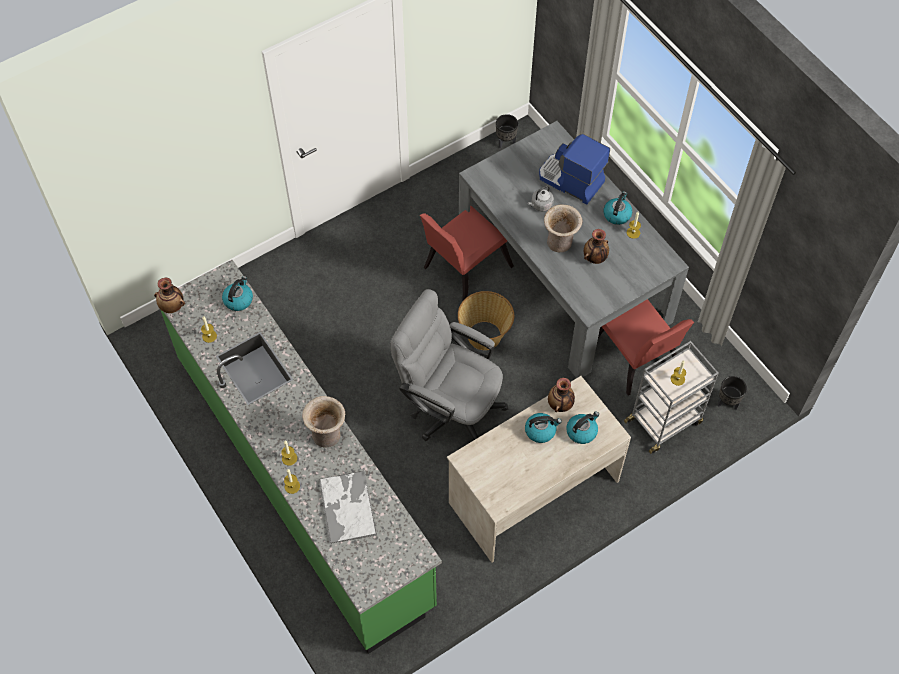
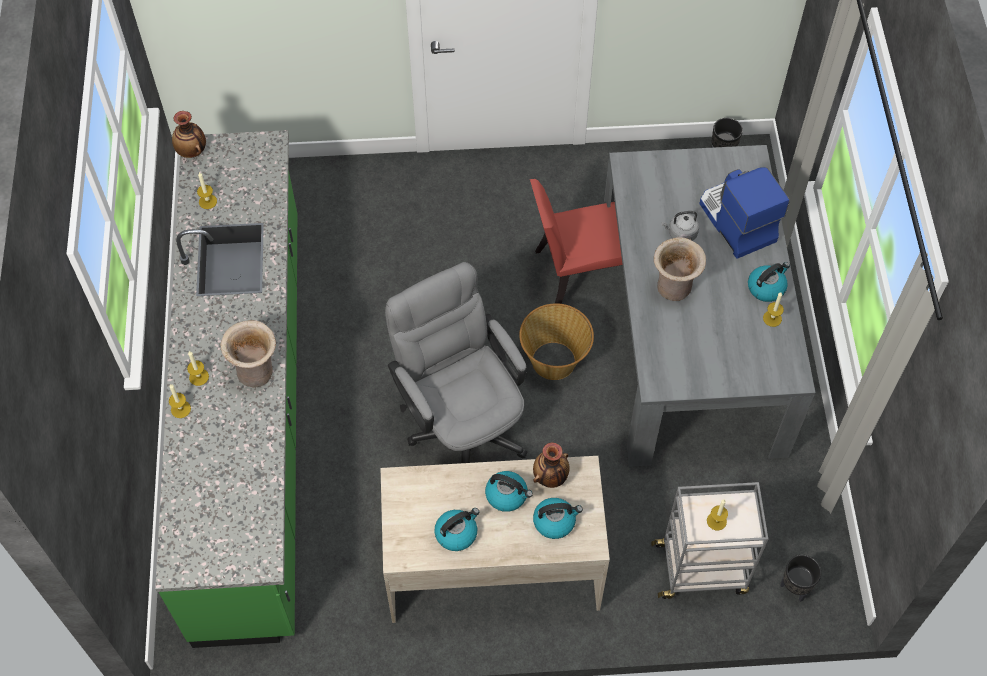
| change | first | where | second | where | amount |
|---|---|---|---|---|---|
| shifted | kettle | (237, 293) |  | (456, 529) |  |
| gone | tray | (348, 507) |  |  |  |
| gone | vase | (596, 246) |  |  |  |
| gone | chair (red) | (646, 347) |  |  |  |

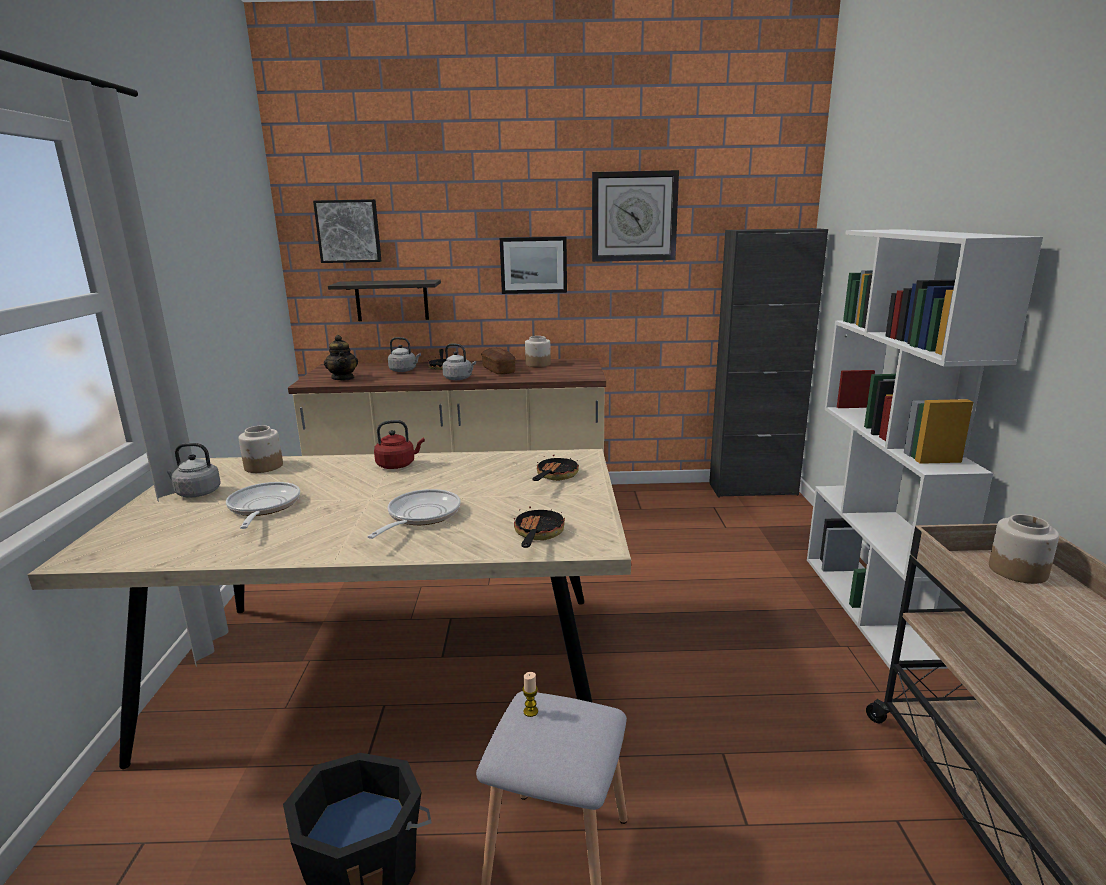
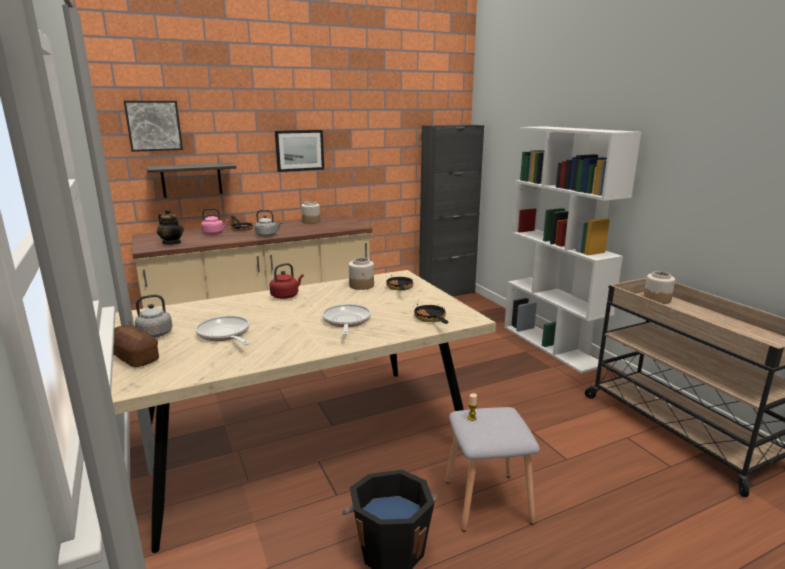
| change | first | where | second | where | amount |
|---|---|---|---|---|---|
| shifted | bread | (498, 361) |  | (136, 346) |  |
| repainted | kettle (grey) | (404, 354) | kettle (pink) | (215, 221) |  |
| shifted | jar | (261, 449) |  | (361, 273) |  |
| gone | wall clock | (635, 216) |  |  |  |

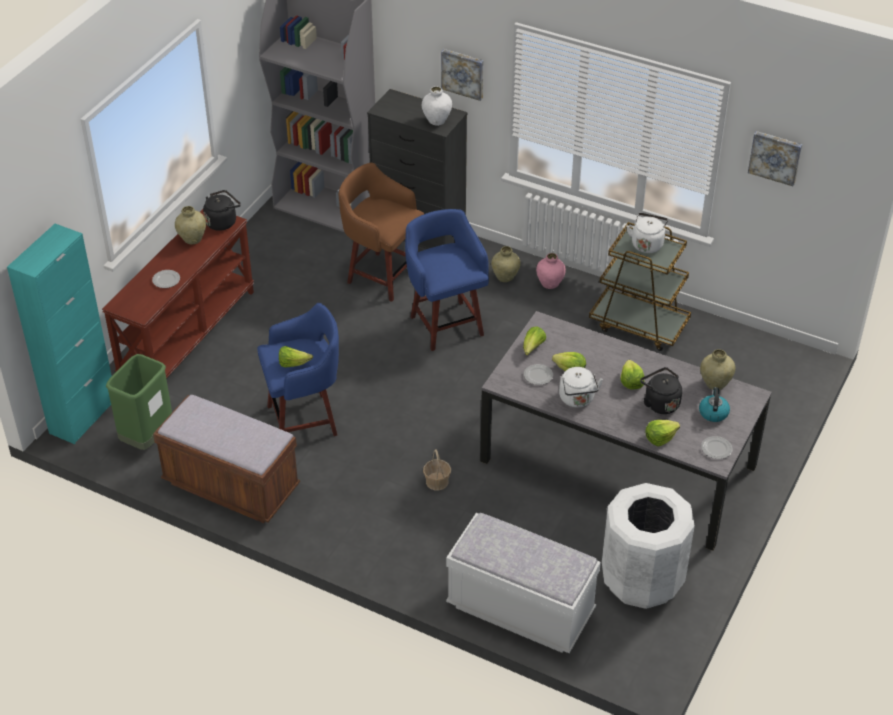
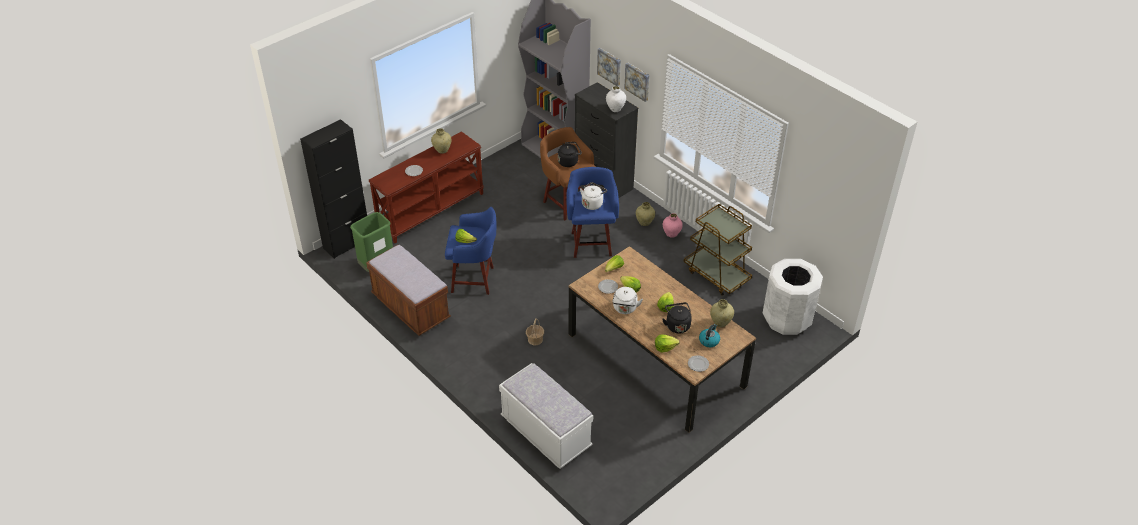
| change | first | where | second | where | amount |
|---|---|---|---|---|---|
| repainted | cabinet (turquoise) | (59, 334) | cabinet (black) | (333, 189) |  |
| shifted | kettle (black) | (222, 210) |  | (570, 154) |  |
| repainted | dining table (grey) | (626, 431) | dining table (brown) | (662, 339) |  |
| shifted | kettle (white) | (647, 233) |  | (593, 196) |  |
| shifted | picture | (775, 158) |  | (609, 67) |  |
| shifted | trash can (white) | (648, 546) |  | (792, 297) |  |

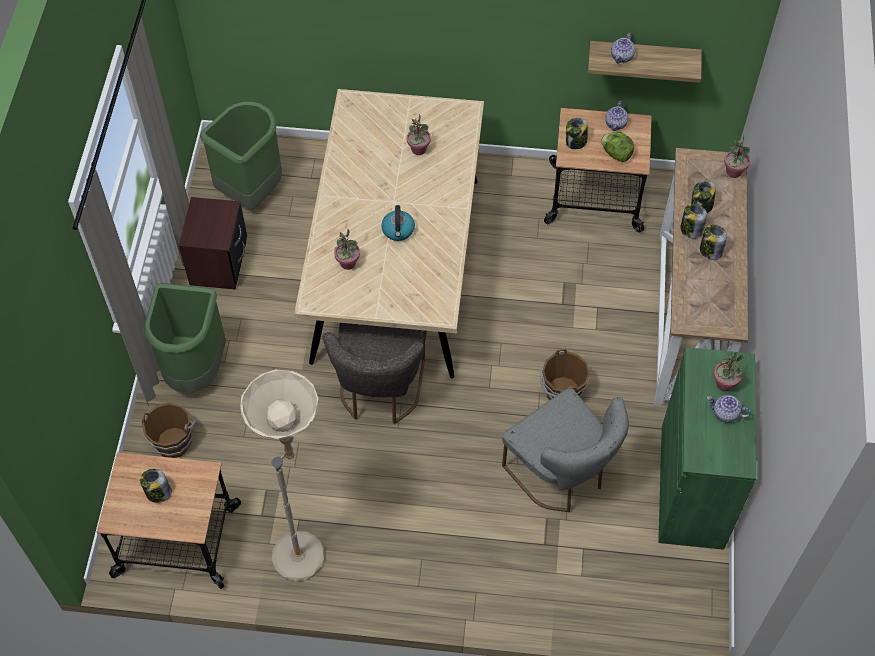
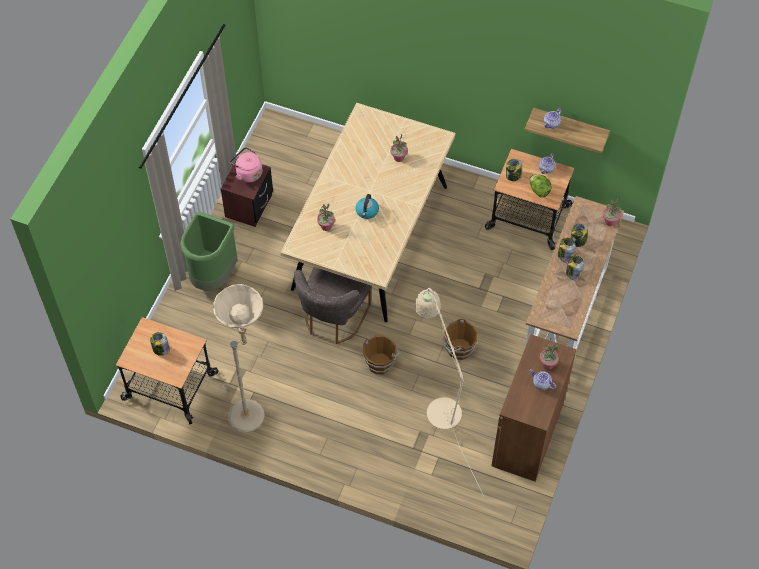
| change | first | where | second | where | amount |
|---|---|---|---|---|---|
| new |  |  | kettle (pink) | (246, 164) |  |
| shifted | bucket (brown) | (169, 430) |  | (381, 354) |  |
| swapped | chair (grey) | (565, 450) | floor lamp (beige) | (449, 392) |  |
| repainted | cabinet (green) | (707, 448) | cabinet (brown) | (533, 408) |  |
| gone | trash can (green) | (241, 155) |  |  |  |

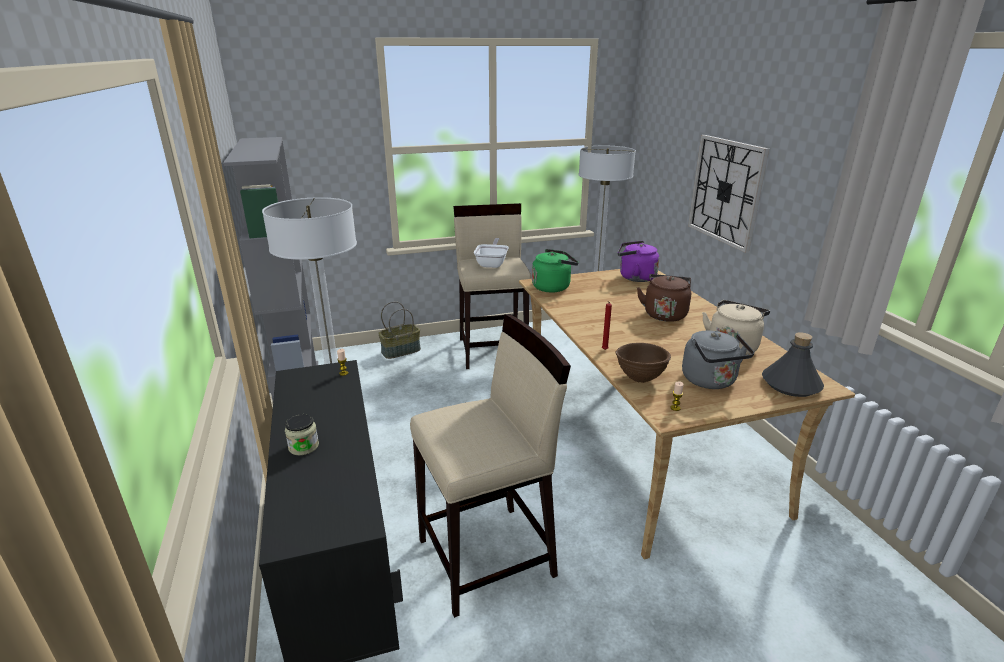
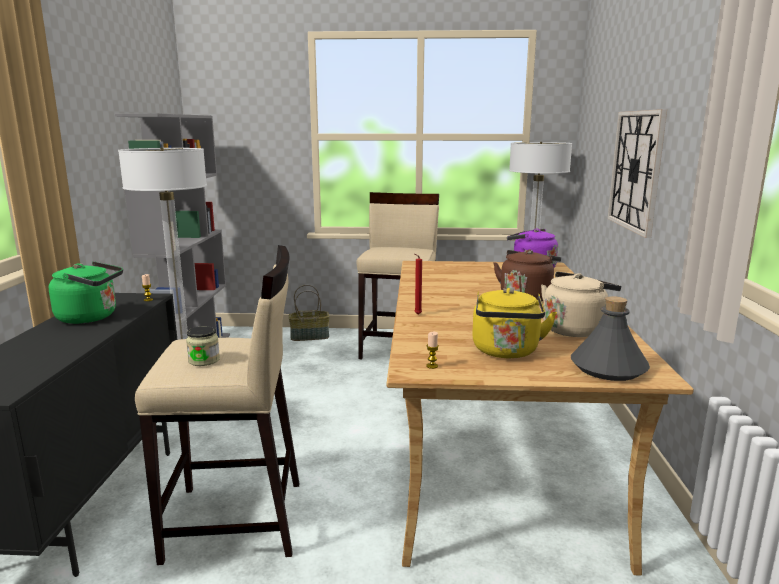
| change | first | where | second | where | amount |
|---|---|---|---|---|---|
| shifted | kettle (green) | (555, 271) |  | (86, 292) |  |
| shifted | jar | (302, 435) |  | (203, 346) |  |
| repainted | kettle (grey) | (718, 360) | kettle (yellow) | (514, 323) |  |
| gone | frying pan | (491, 253) |  |  |  |
| gone | bowl (brown) | (643, 363) |  |  |  |

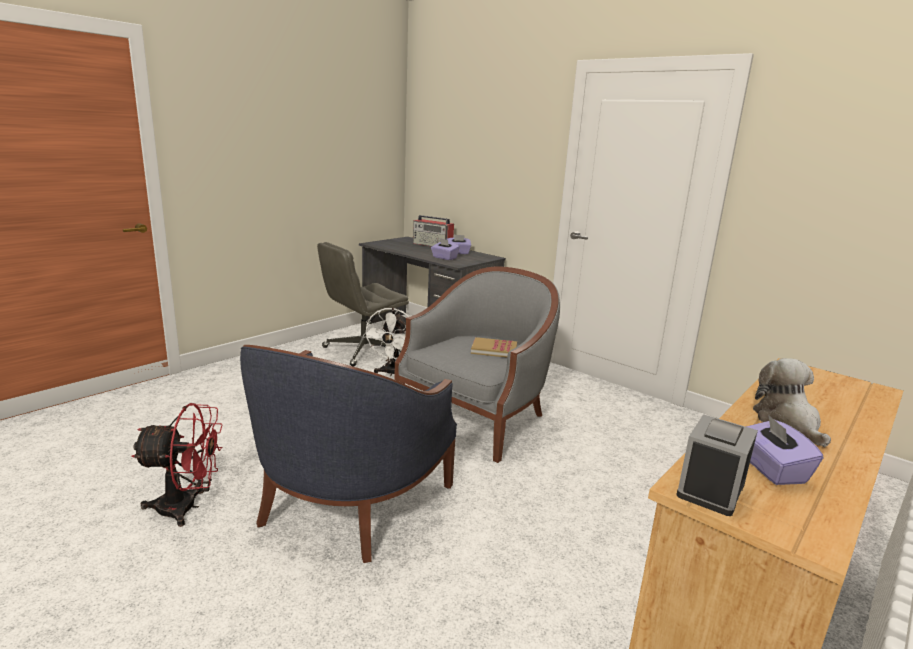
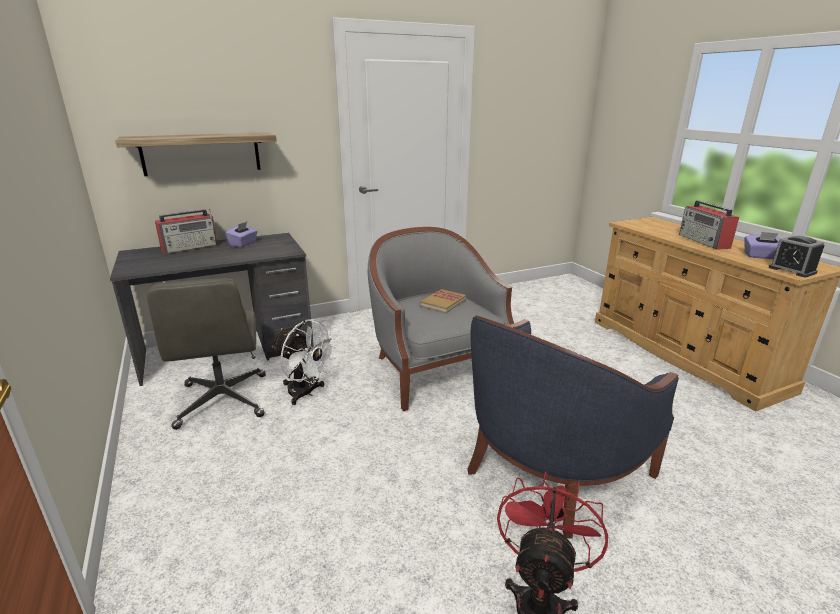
| change | first | where | second | where | amount |
|---|---|---|---|---|---|
| new |  |  | shelf | (196, 154) |  |
| rotated | armchair (blue) | (348, 454) |  | (573, 427) | 90 degrees clockwise |
| swapped | plush toy | (792, 402) | radio | (709, 225) |  |
| gone | tissue box (purple) | (445, 249) |  |  |  |

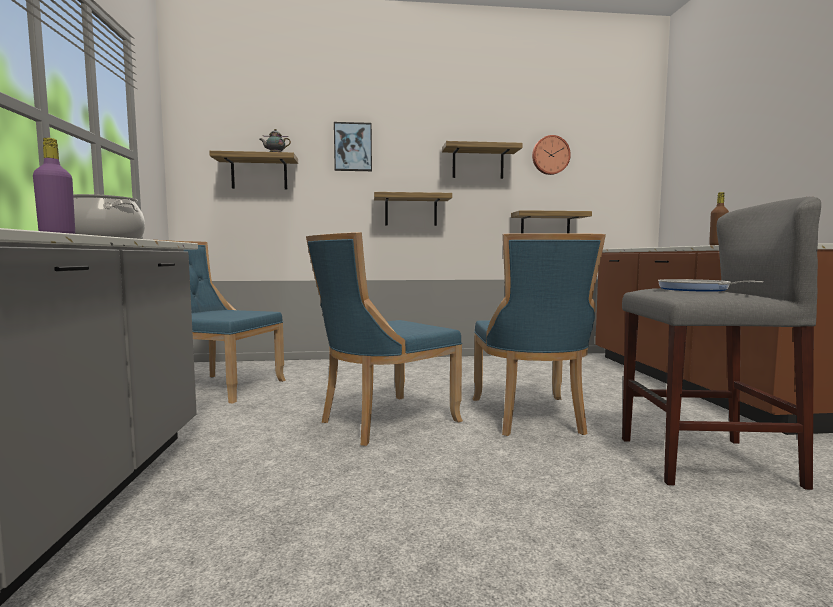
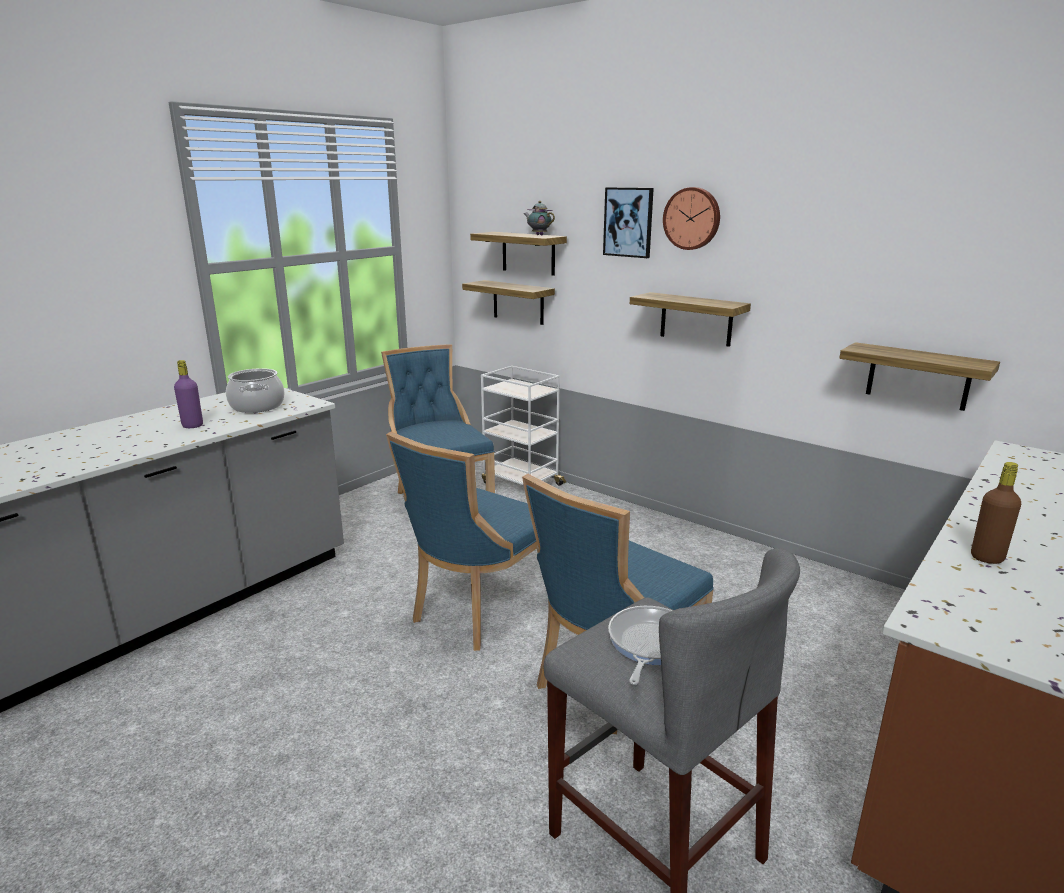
| change | first | where | second | where | amount |
|---|---|---|---|---|---|
| rotated | chair (blue) | (384, 339) |  | (461, 541) | 60 degrees counterclockwise |
| shifted | shelf | (482, 160) |  | (508, 302) |  |
| new |  |  | cart (white) | (523, 426) |  |
| shifted | wall clock | (551, 155) |  | (691, 218) |  |

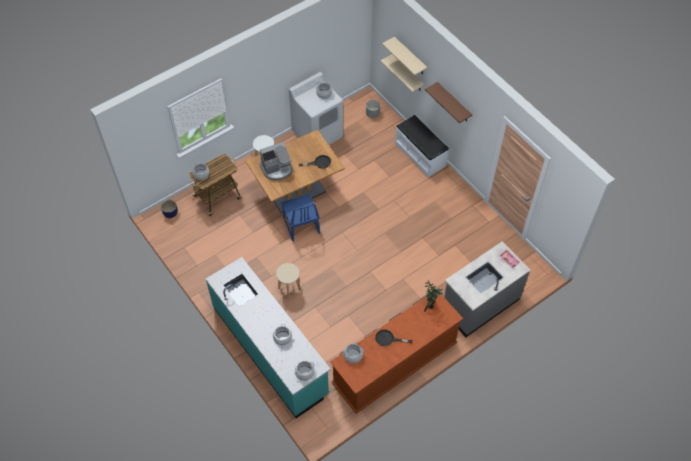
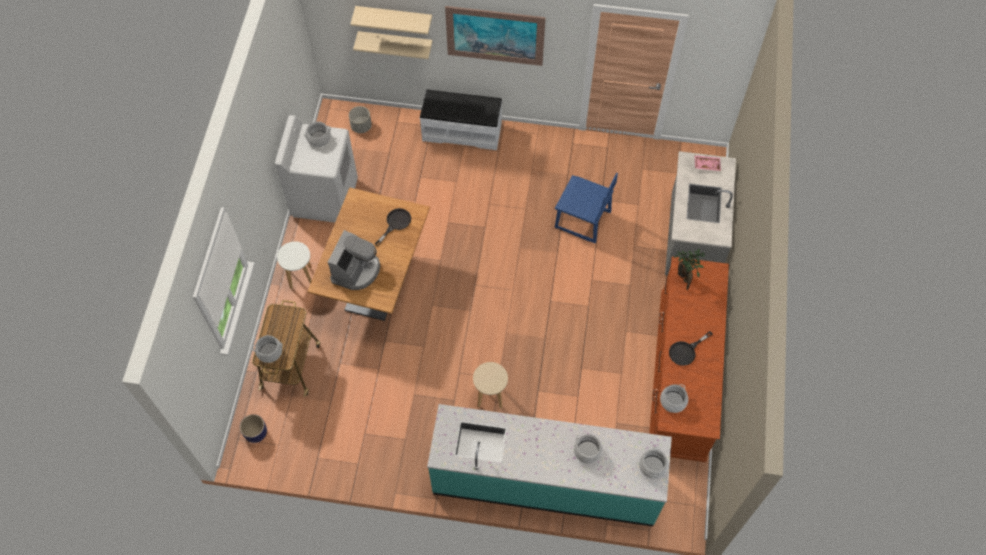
| change | first | where | second | where | amount |
|---|---|---|---|---|---|
| swapped | shelf (brown) | (448, 102) | picture | (495, 36) |  |
| shifted | chair (blue) | (300, 218) |  | (586, 208) |  |

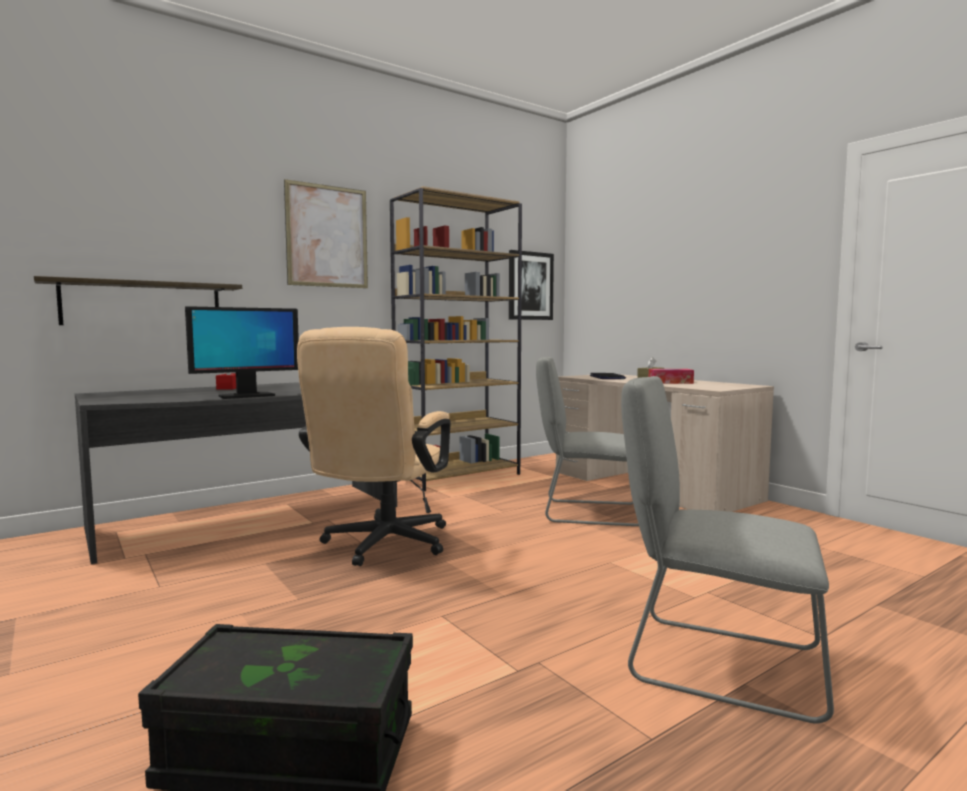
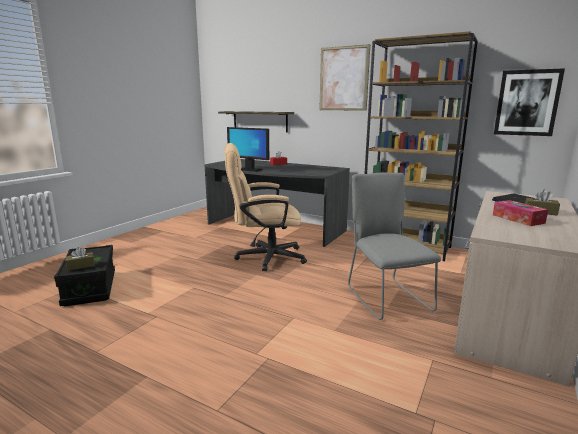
| change | first | where | second | where | amount |
|---|---|---|---|---|---|
| new |  |  | tissue box (brown) | (80, 259) |  |
| gone | chair (grey) | (727, 550) |  |  |  |

